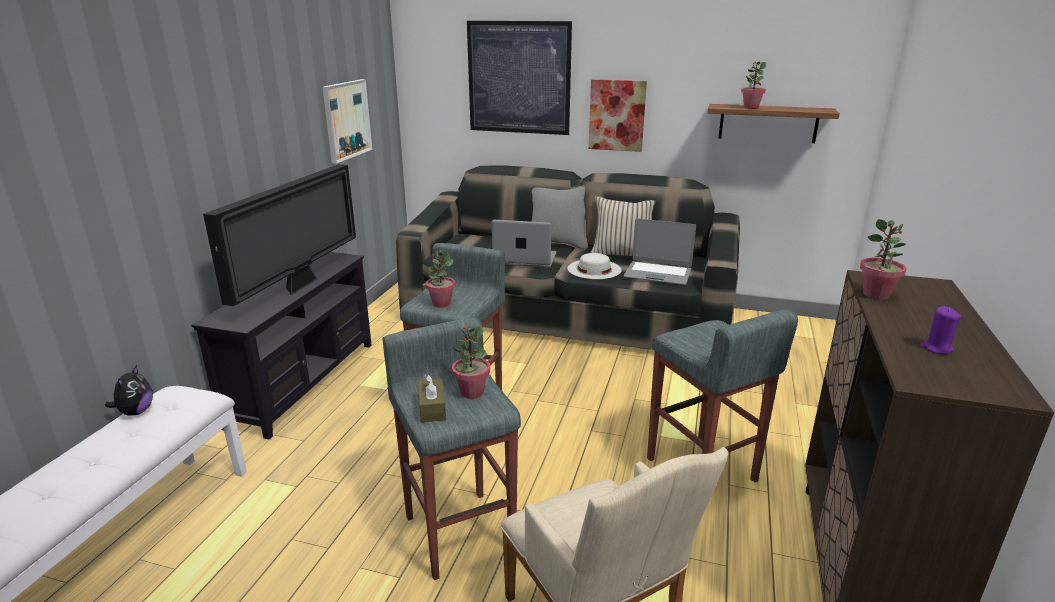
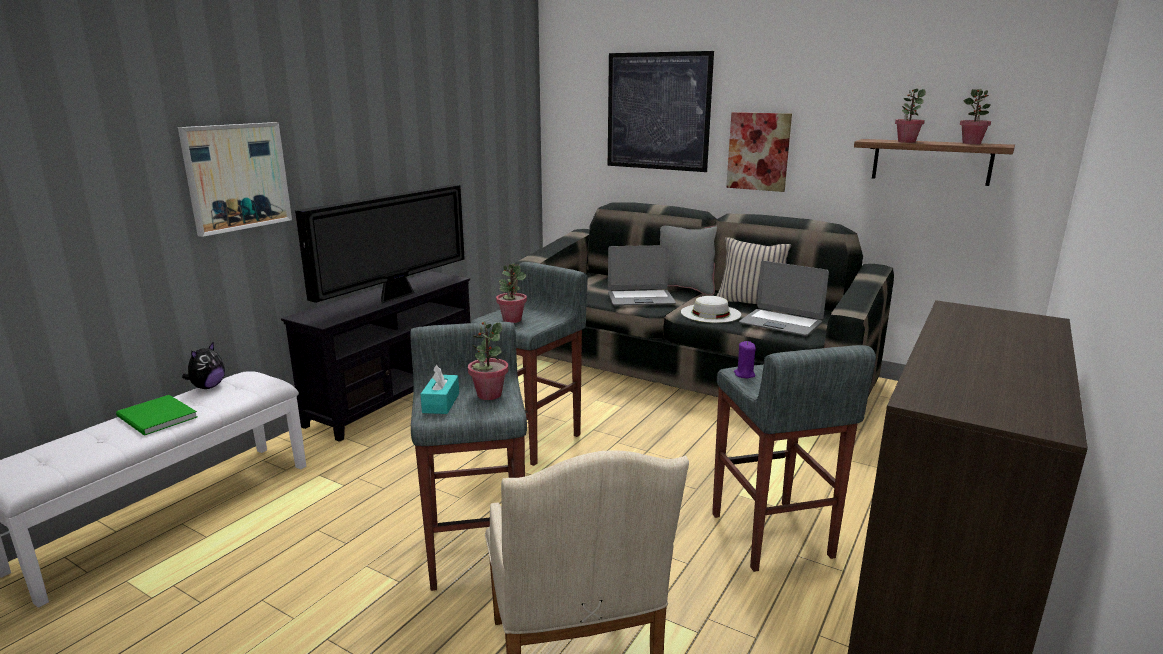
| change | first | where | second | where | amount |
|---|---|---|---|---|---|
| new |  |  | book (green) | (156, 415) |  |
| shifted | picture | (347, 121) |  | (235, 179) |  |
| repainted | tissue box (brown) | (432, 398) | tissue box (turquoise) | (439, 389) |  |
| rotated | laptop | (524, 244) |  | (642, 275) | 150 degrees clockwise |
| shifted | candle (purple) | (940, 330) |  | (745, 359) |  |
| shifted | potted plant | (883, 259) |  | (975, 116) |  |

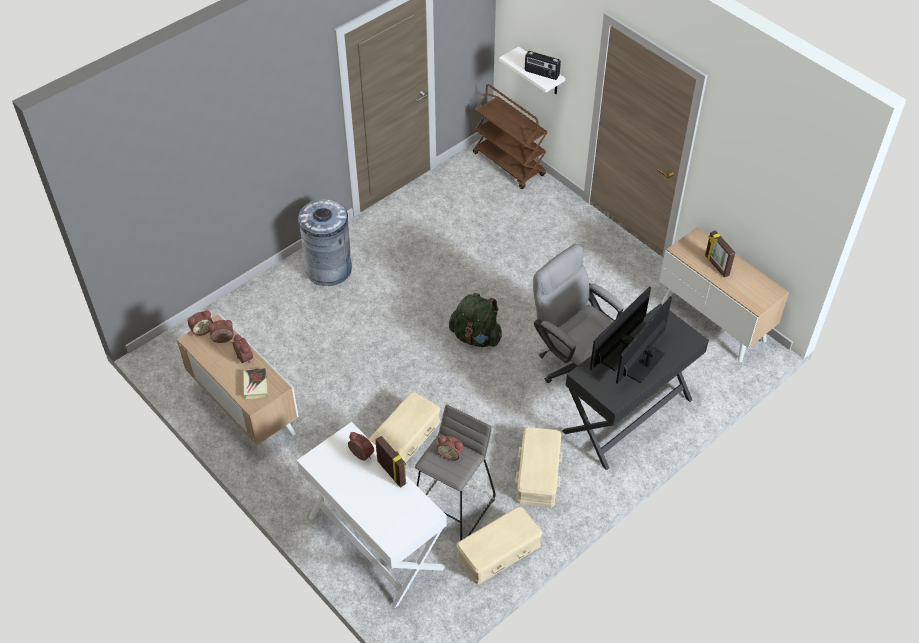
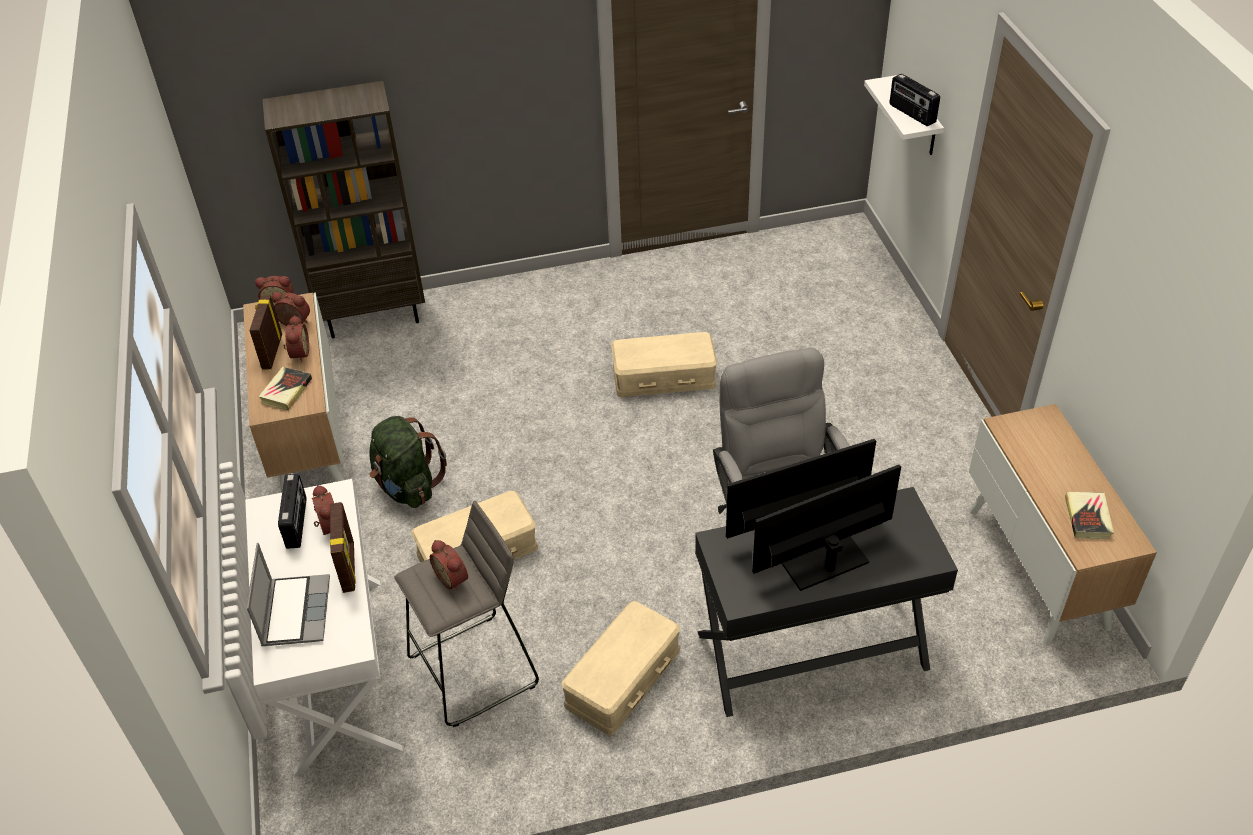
| change | first | where | second | where | amount |
|---|---|---|---|---|---|
| new |  |  | laptop | (288, 594) |  |
| shifted | picture frame | (720, 254) |  | (265, 332) |  |
| new |  |  | bookcase (brown) | (344, 209) |  |
| new |  |  | radio | (292, 511) |  |
| shifted | backpack (green) | (475, 320) |  | (408, 462) |  |
| shifted | storage box (beige) | (499, 545) |  | (664, 364) |  |
| new |  |  | book | (1089, 515) |  |
| gone | trash can (grey) | (325, 242) |  |  |  |
| gone | cart (brown) | (510, 136) |  |  |  |

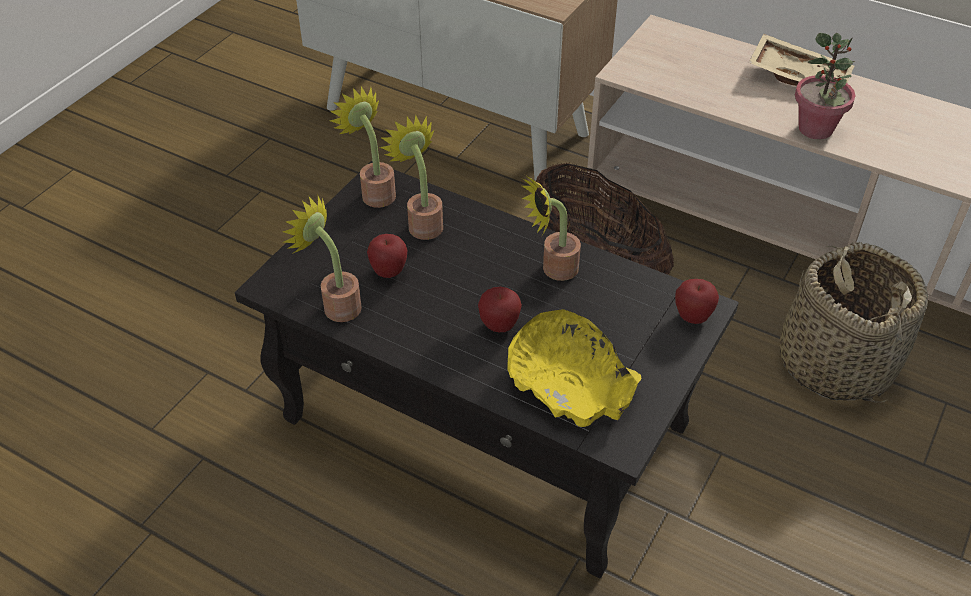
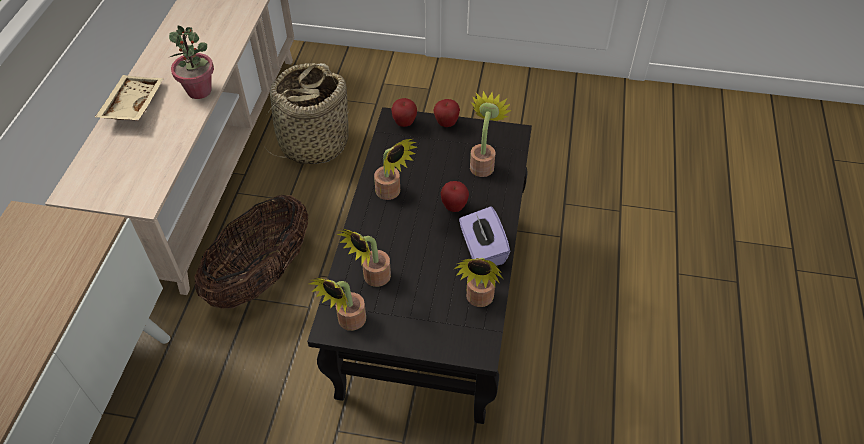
| change | first | where | second | where | amount |
|---|---|---|---|---|---|
| shifted | apple | (387, 256) |  | (446, 113) |  |
| new |  |  | tissue box (purple) | (484, 236) |  |
| swapped | bowl (yellow) | (574, 368) | potted plant | (490, 134) |  |

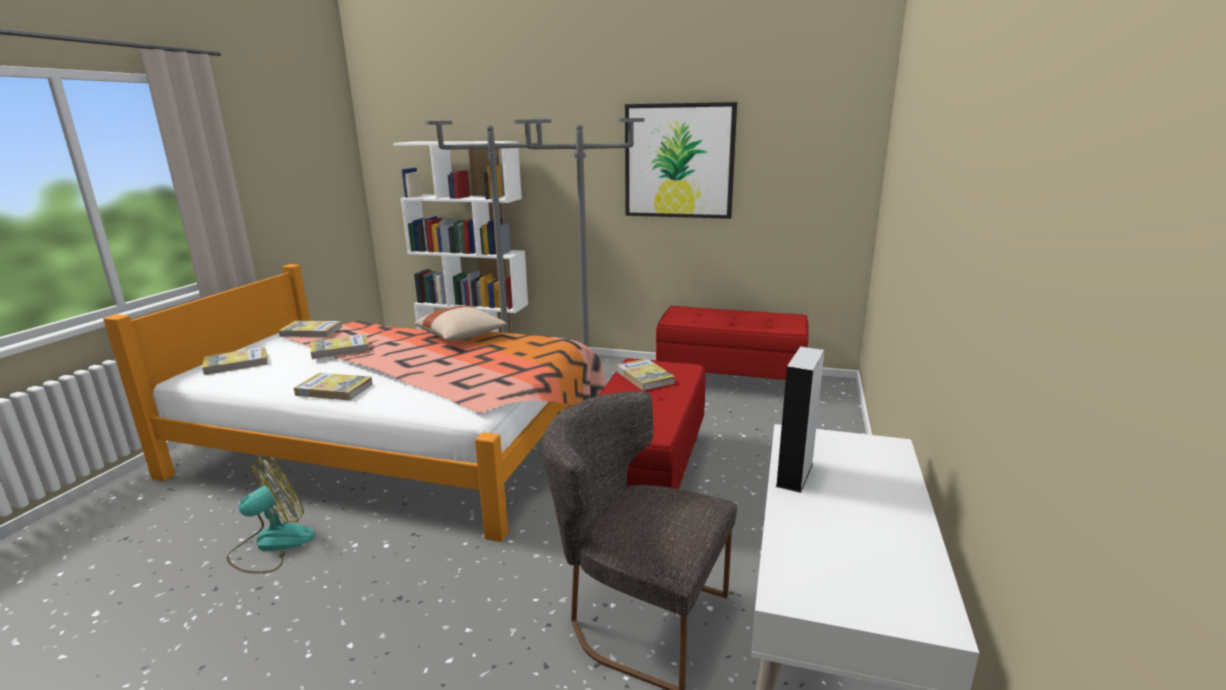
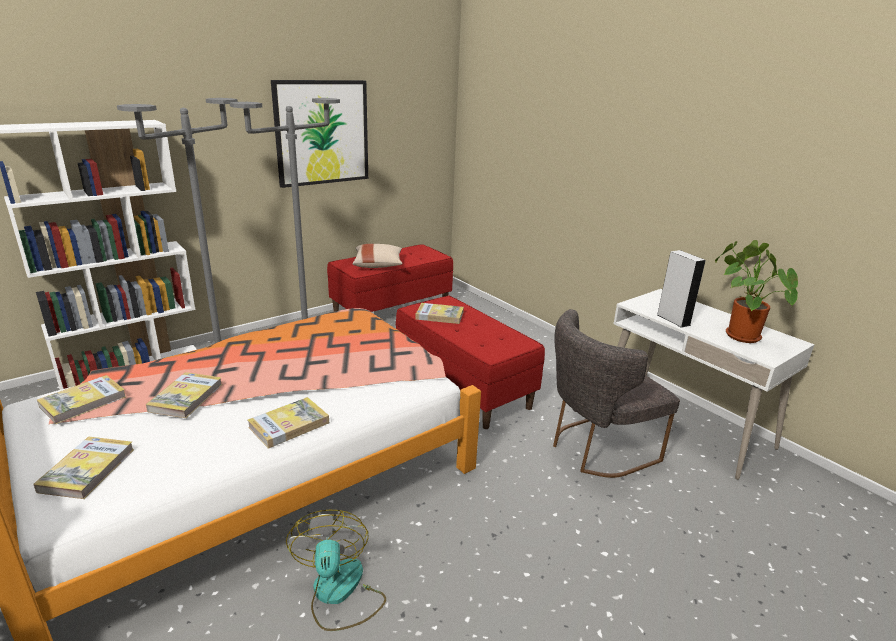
| change | first | where | second | where | amount |
|---|---|---|---|---|---|
| shifted | pillow (beige) | (460, 323) |  | (378, 256) |  |
| new |  |  | potted plant | (756, 291) |  |

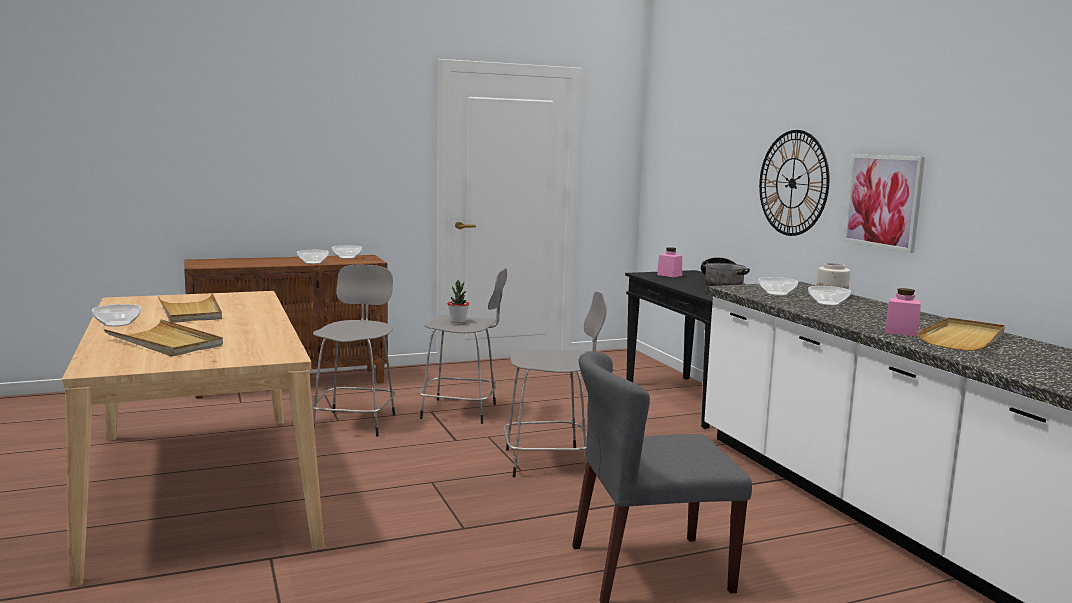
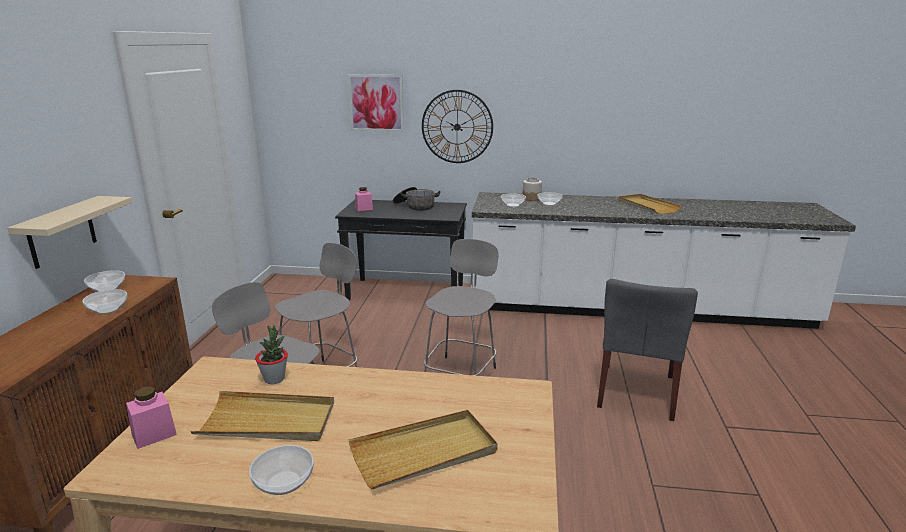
| change | first | where | second | where | amount |
|---|---|---|---|---|---|
| new |  |  | shelf (beige) | (69, 232) |  |
| shifted | jar (pink) | (903, 312) |  | (151, 417) |  |
| shifted | potted plant | (458, 301) |  | (271, 354) |  |
| shifted | picture | (884, 203) |  | (376, 103) |  |

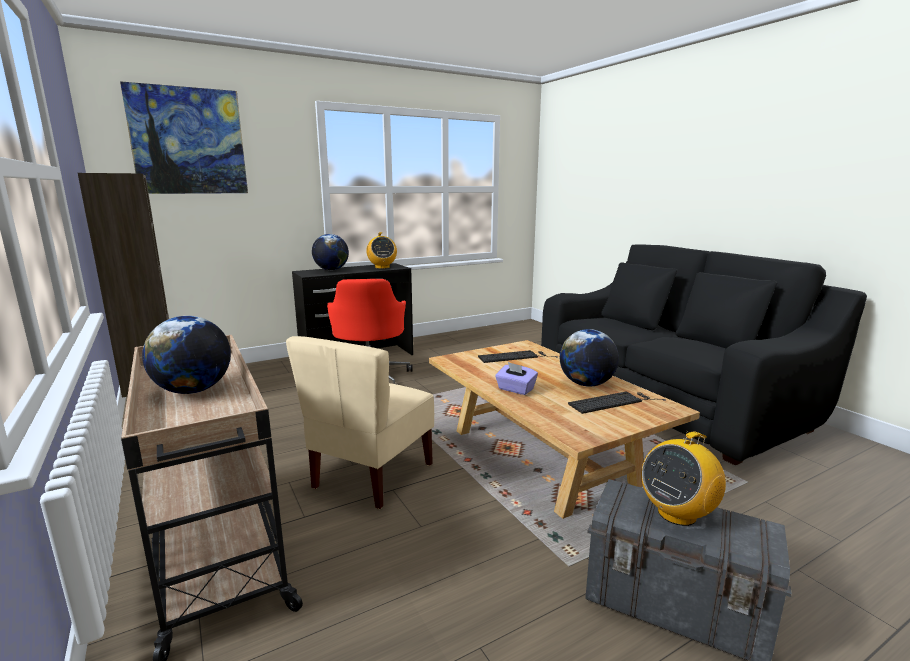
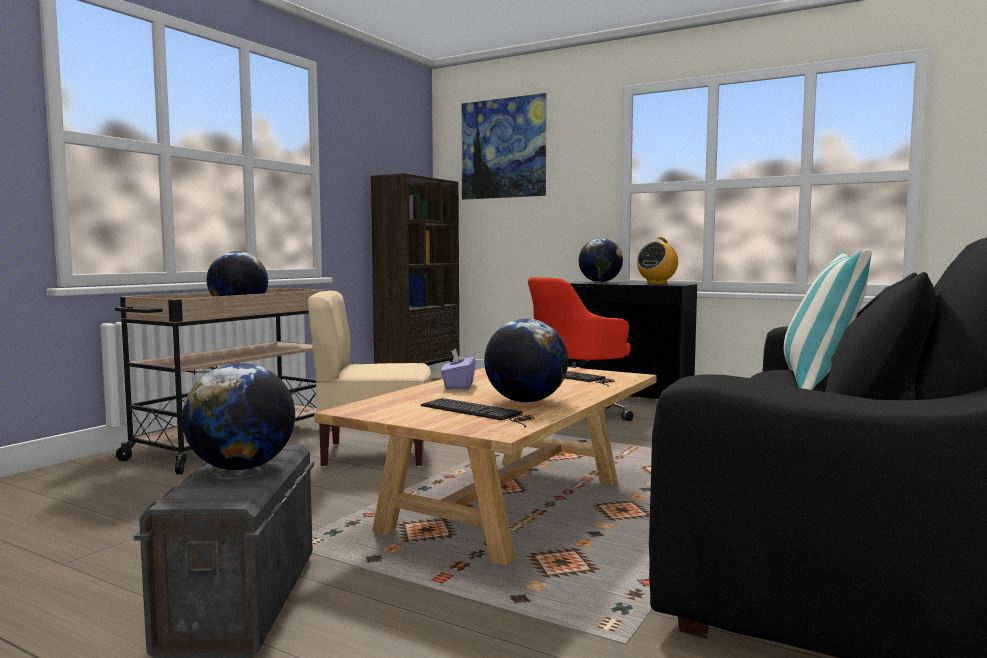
| change | first | where | second | where | amount |
|---|---|---|---|---|---|
| swapped | radio | (683, 478) | globe | (238, 417) |  |
| new |  |  | pillow | (828, 319) |  |

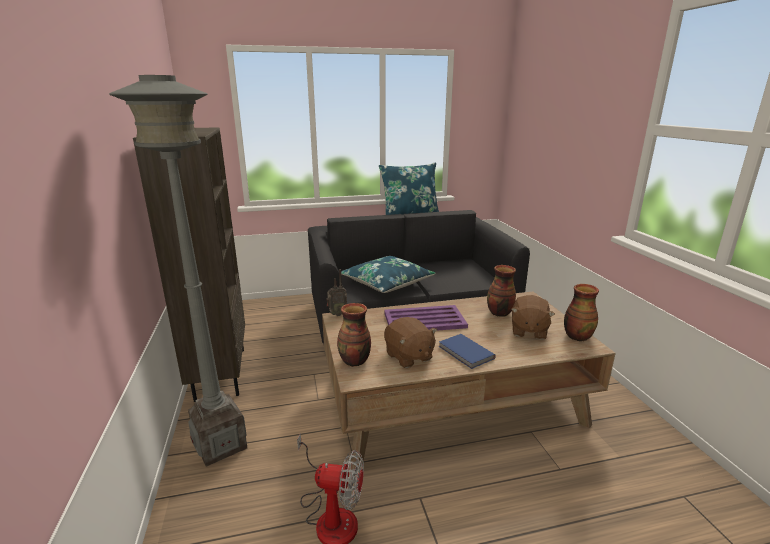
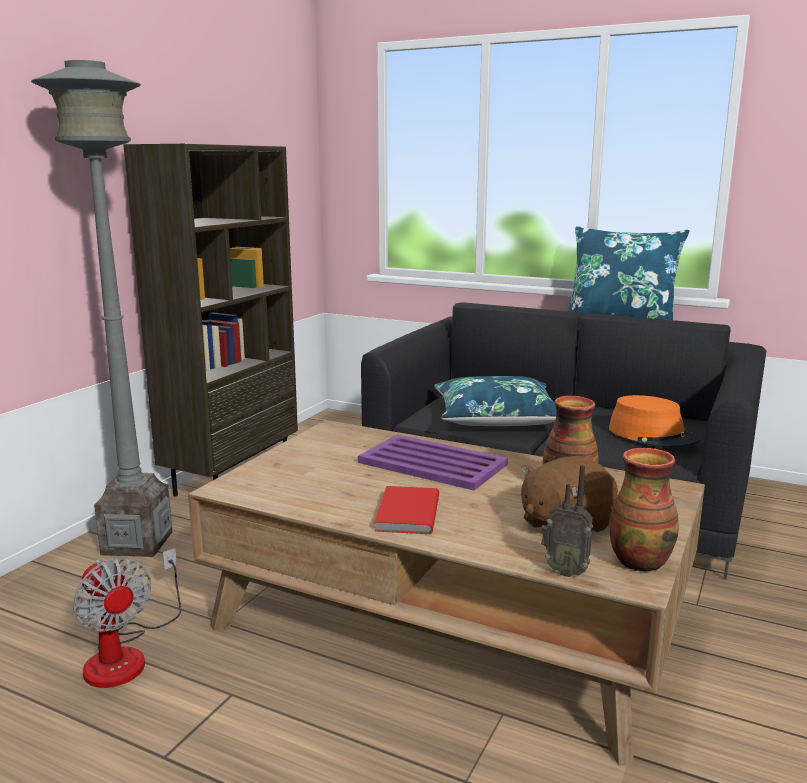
| change | first | where | second | where | amount |
|---|---|---|---|---|---|
| repainted | book (blue) | (467, 351) | book (red) | (407, 510) |  |
| shifted | radio | (336, 292) |  | (567, 521) |  |
| new |  |  | hat (orange) | (655, 421) |  |
| gone | vase | (354, 335) |  |  |  |
| gone | plush toy (brown) | (410, 342) |  |  |  |

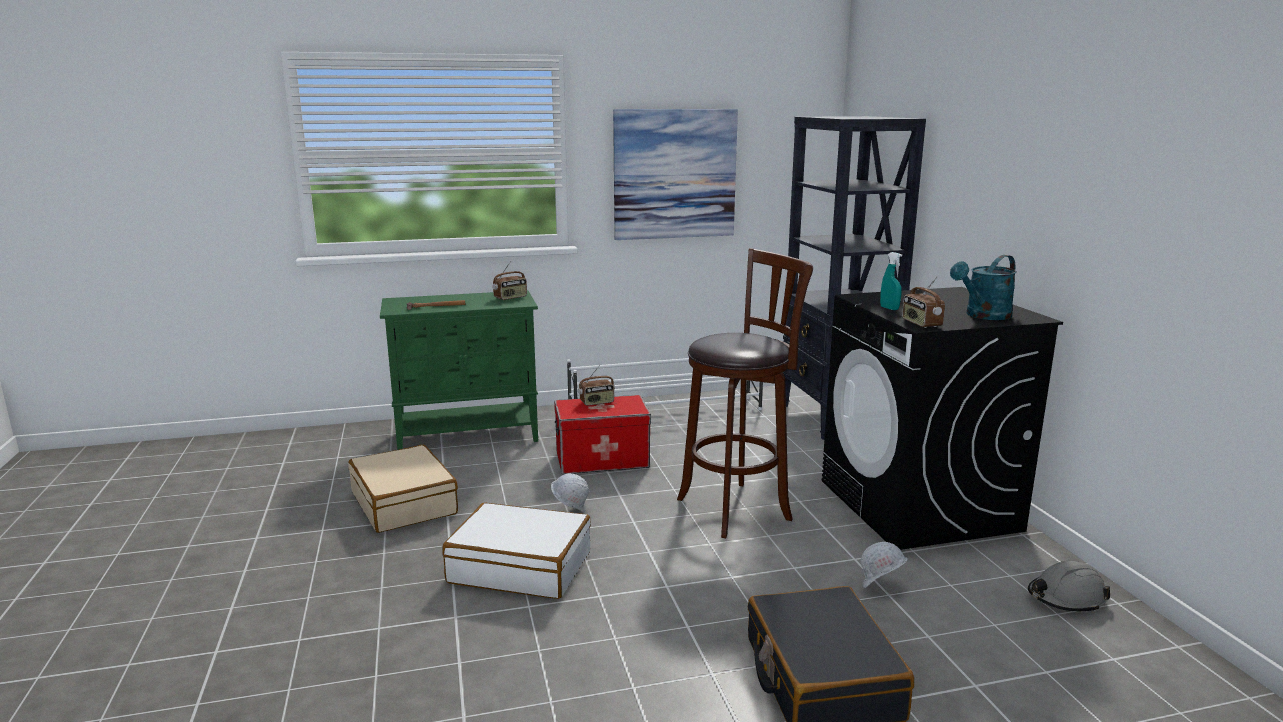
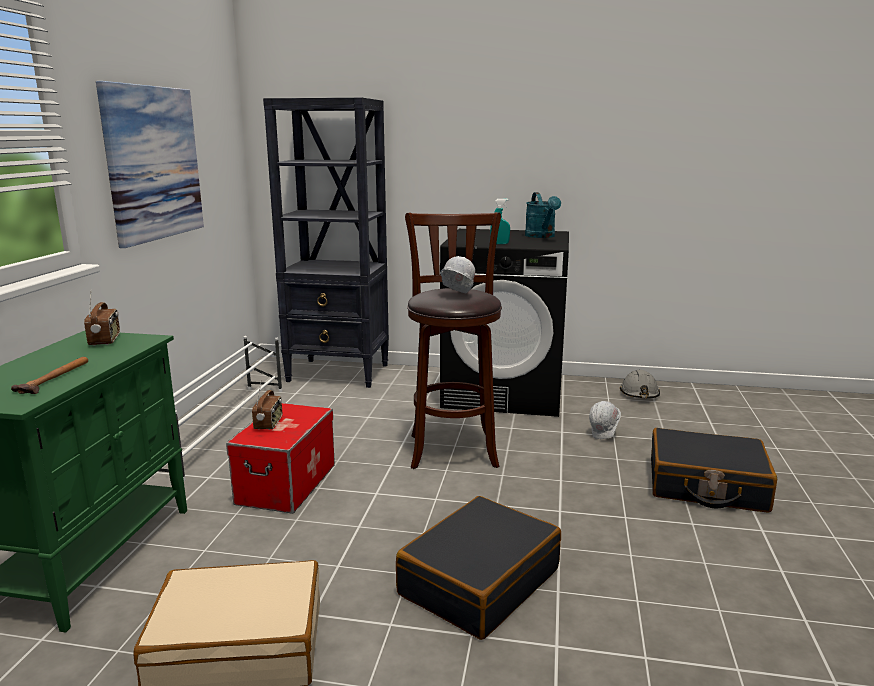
| change | first | where | second | where | amount |
|---|---|---|---|---|---|
| repainted | suitcase (white) | (516, 551) | suitcase (black) | (478, 568) |  |
| shifted | hard hat (white) | (570, 493) |  | (457, 275) |  |
| gone | radio | (923, 302) |  |  |  |

